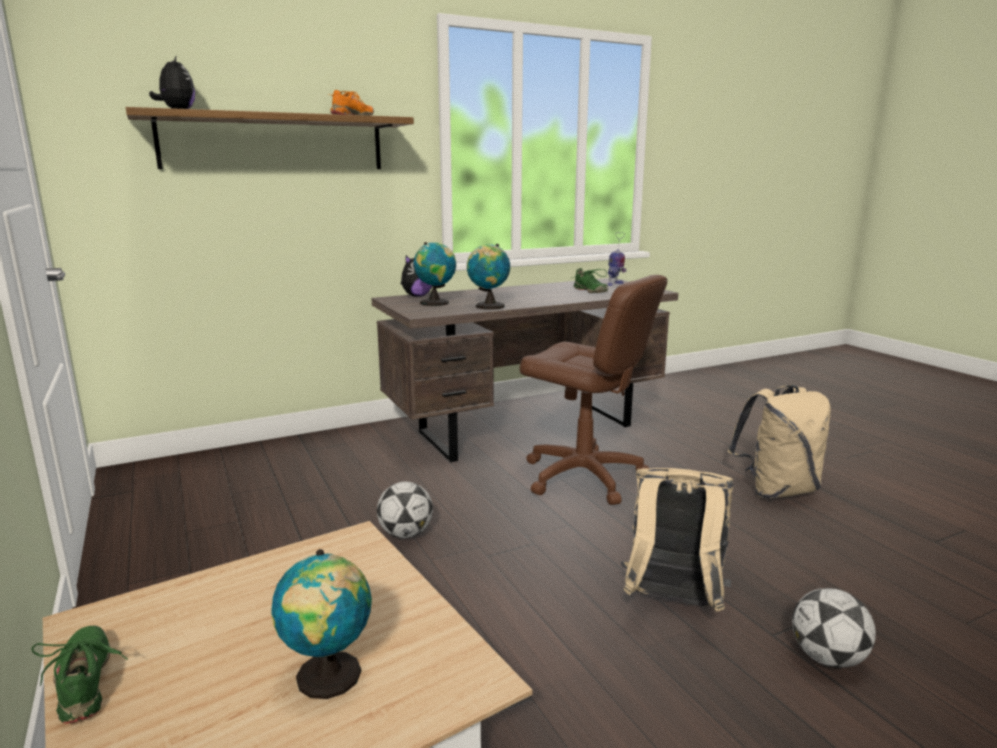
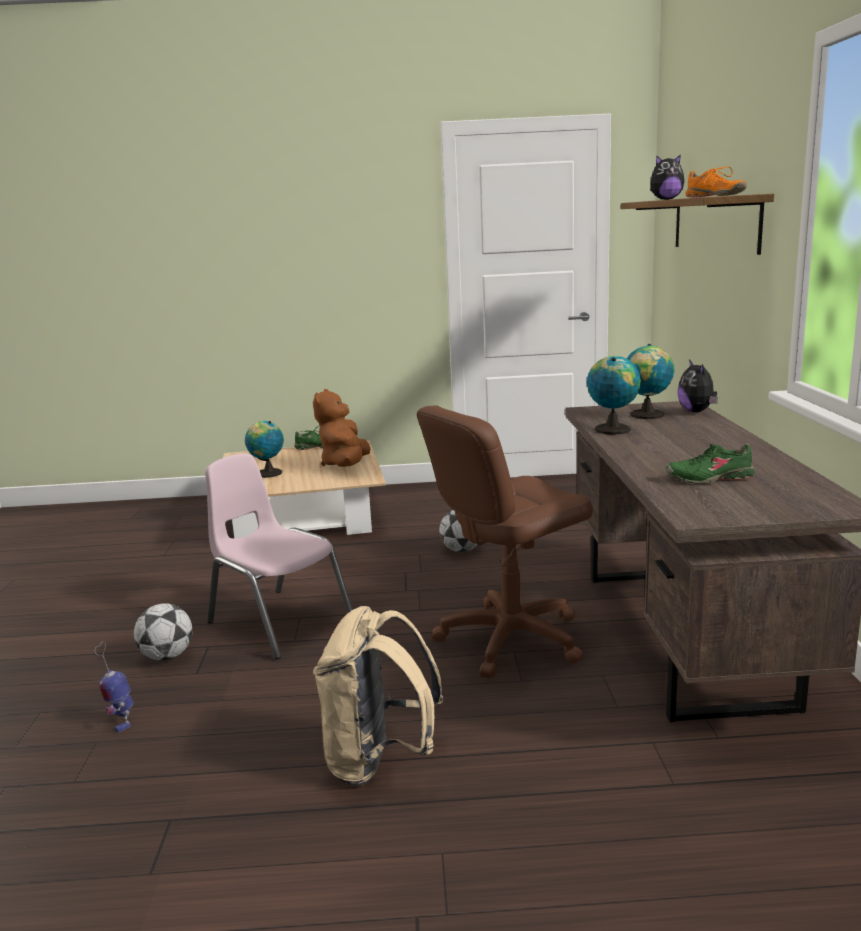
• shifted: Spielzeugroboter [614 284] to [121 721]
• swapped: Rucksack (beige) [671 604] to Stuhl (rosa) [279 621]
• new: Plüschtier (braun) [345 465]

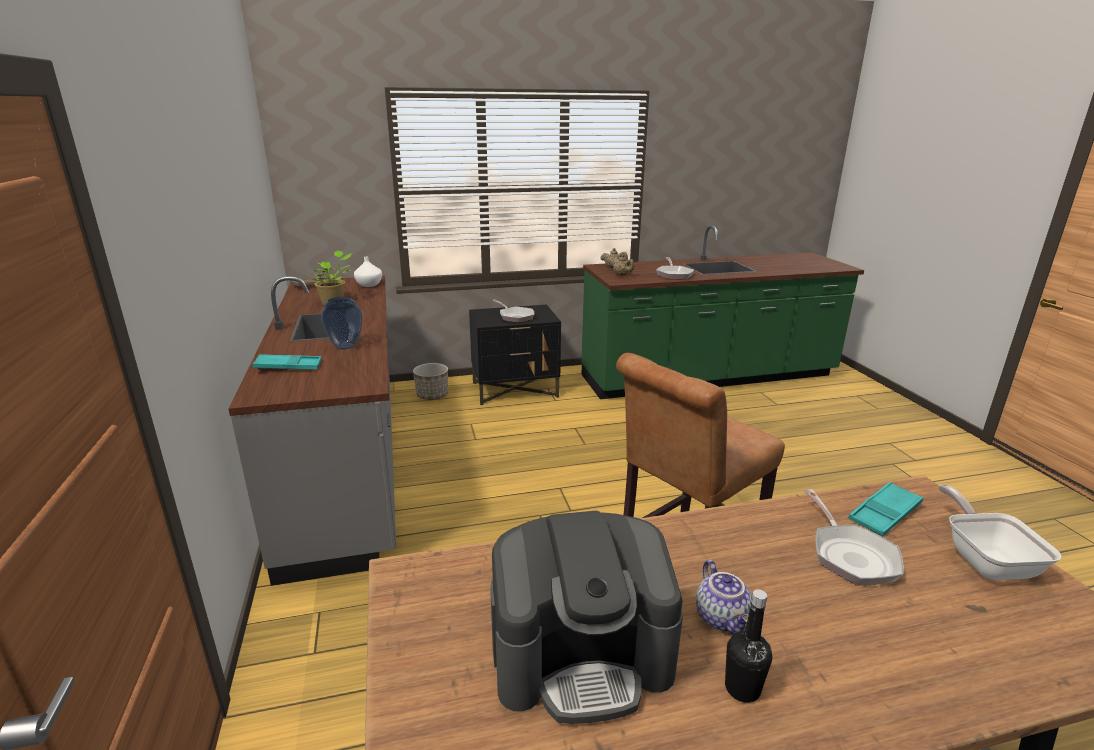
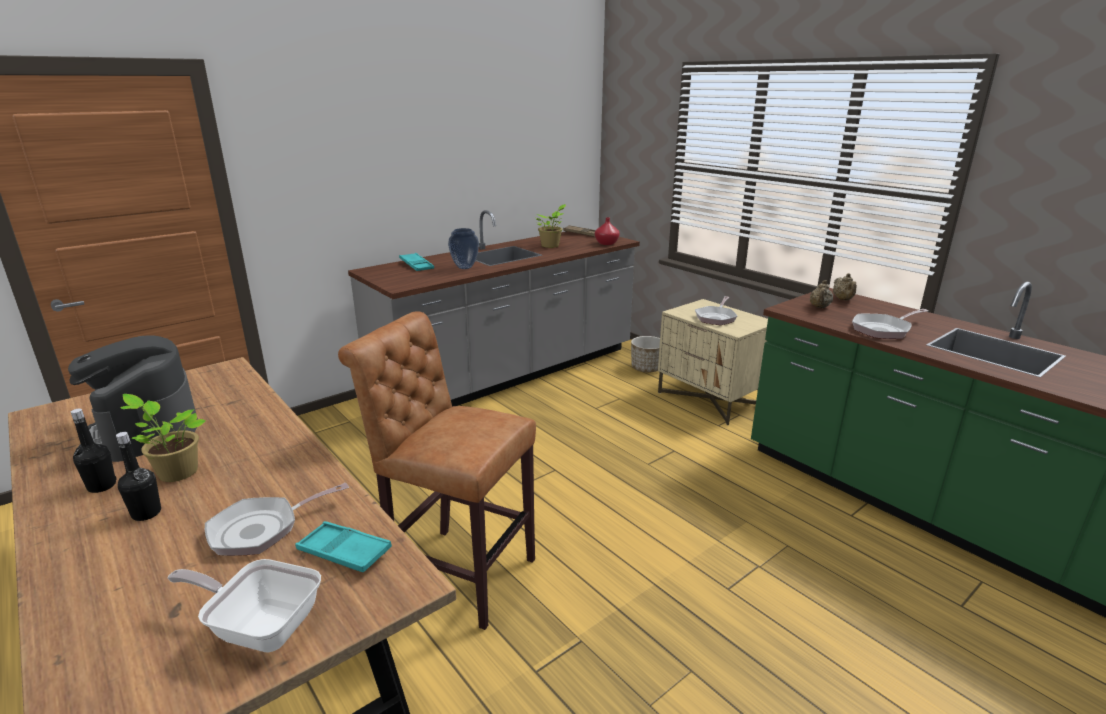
• new: Flasche (schwarz) [146 513]
• swapped: Teekanne [723 618] to Topfpflanze [175 472]
• rotated: Pfanne [985 560] = [260 626] 135 degrees counterclockwise
• repainted: Vase (weiß) [368 285] to Vase (rot) [606 243]
• repainted: Nachttisch (schwarz) [515 390] to Nachttisch (beige) [710 399]

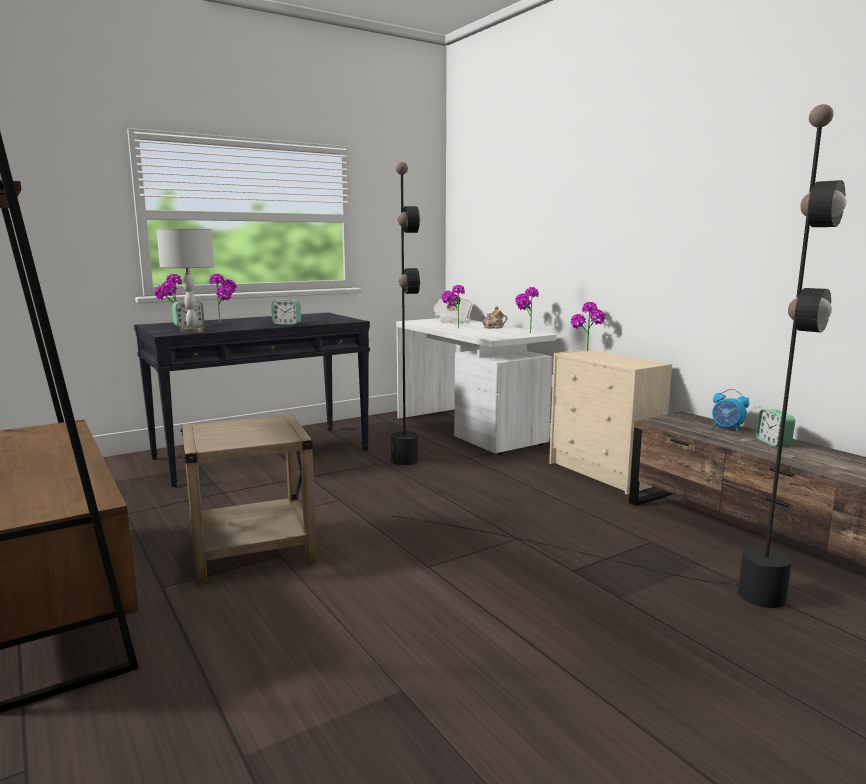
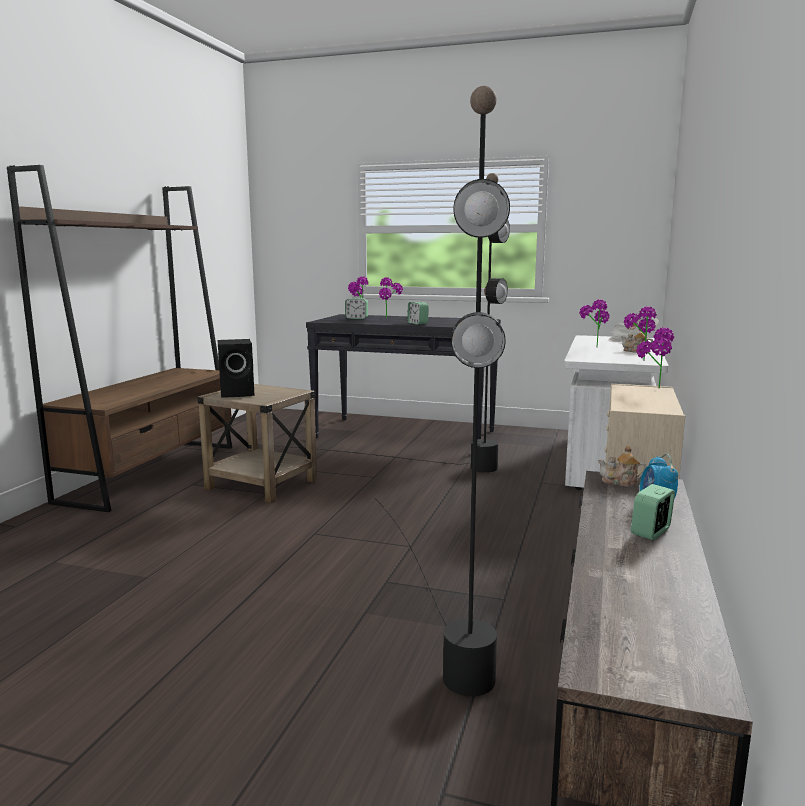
• new: Lautsprecher (schwarz) [238 393]
• new: Teekanne [620 482]
• gone: Tischlampe (grau) [192 331]

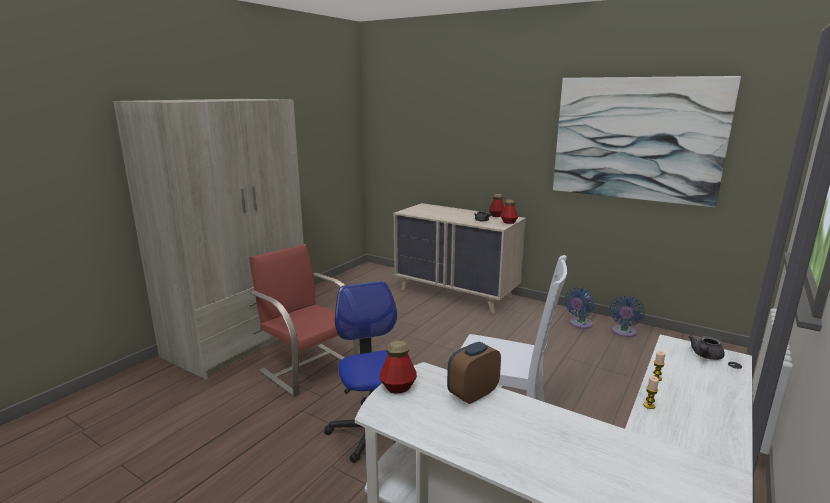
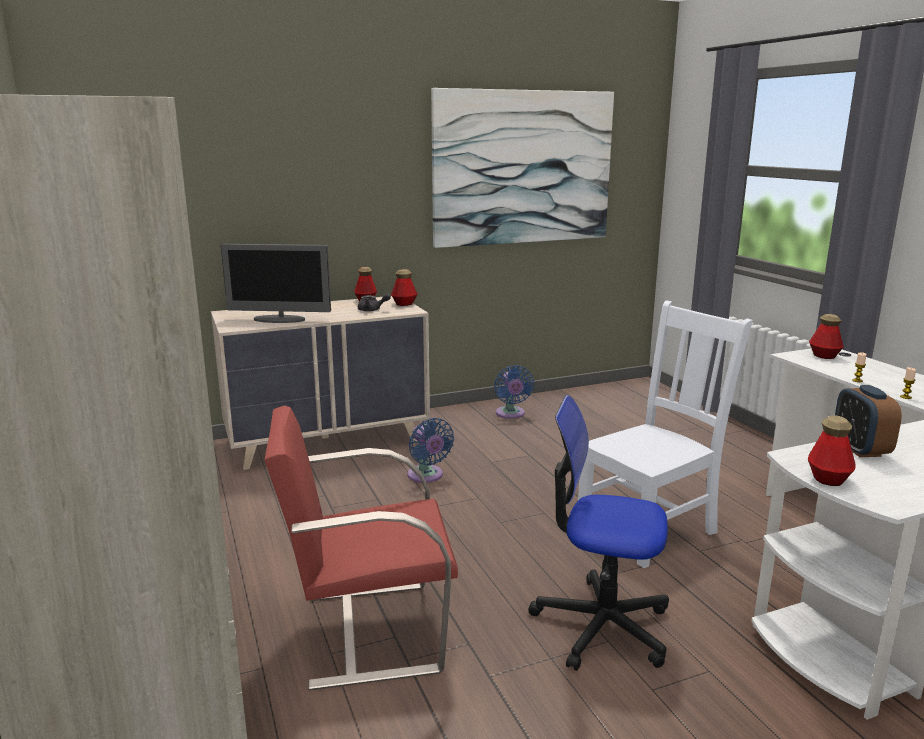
• new: Monitor [280 320]
• shifted: Ventilator (blau) [623 332] to [427 476]
• swapped: Teekanne (grau) [705 356] to Flasche [824 356]

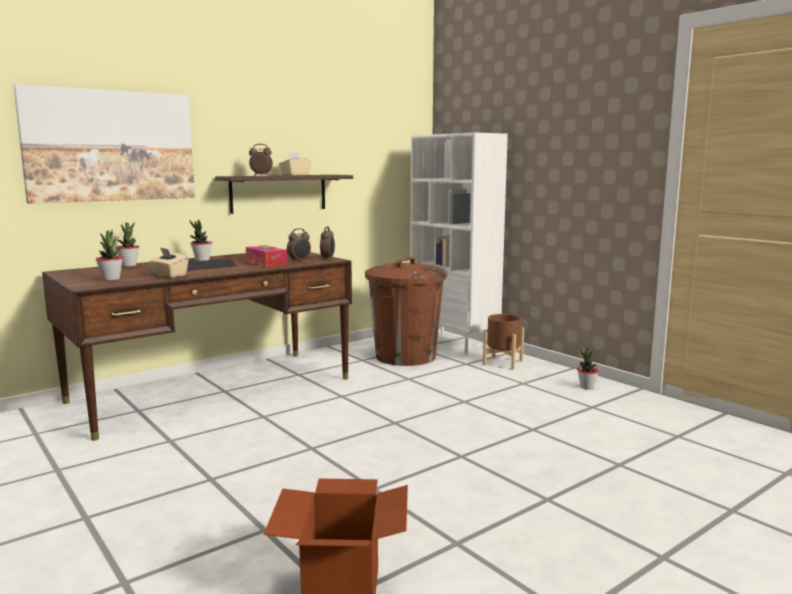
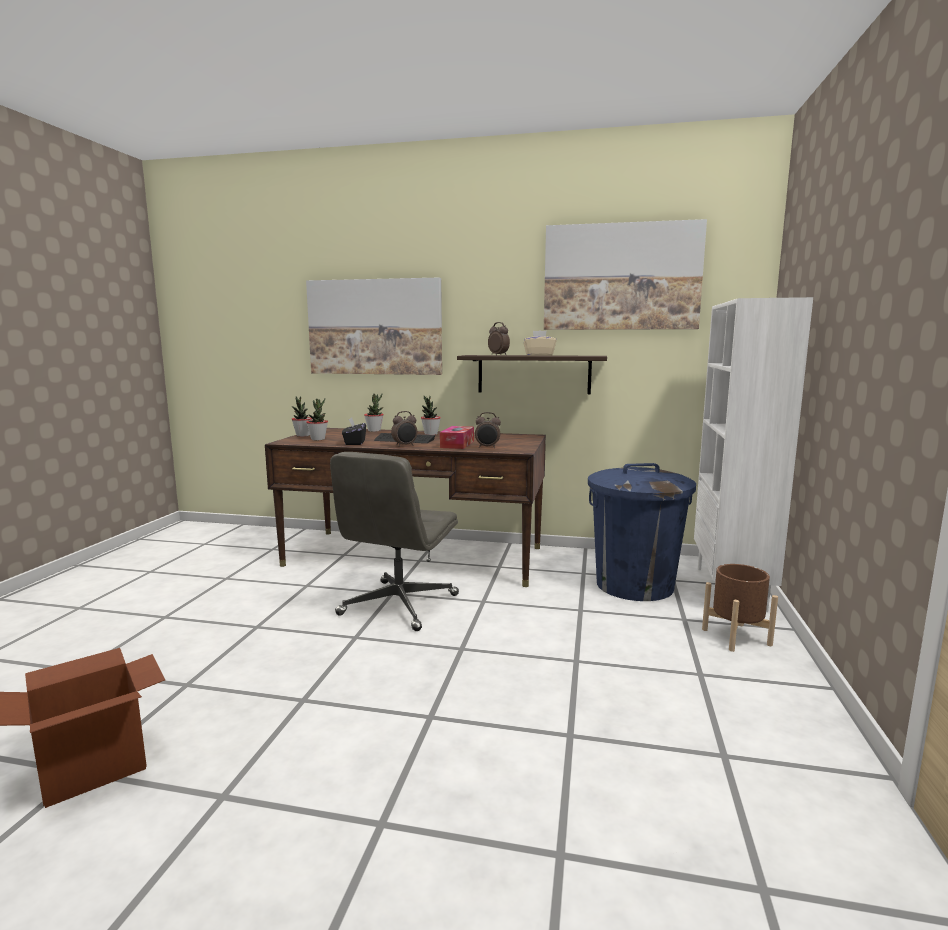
• shifted: Topfpflanze [586 387] to [302 435]
• new: Bürostuhl (grau) [398 605]
• repainted: Taschentuchbox (beige) [169 275] to Taschentuchbox (schwarz) [354 443]
• shifted: Wecker [328 258] to [405 446]
• new: Bild [621 277]
• repainted: Mülleimer (braun) [405 356] to Mülleimer (blau) [634 585]

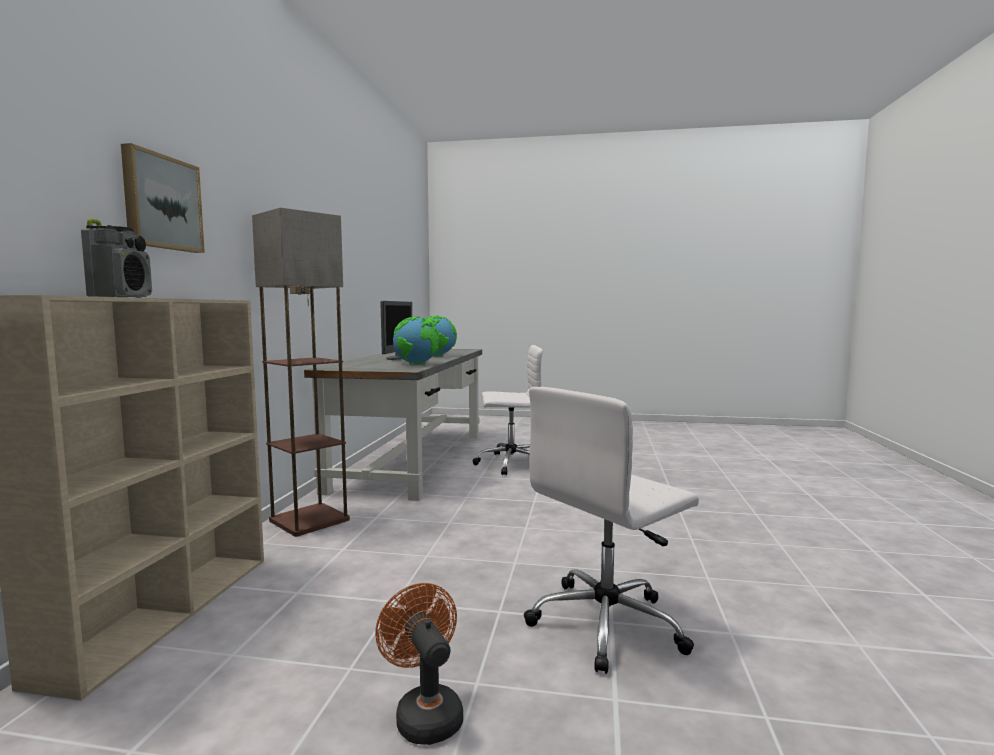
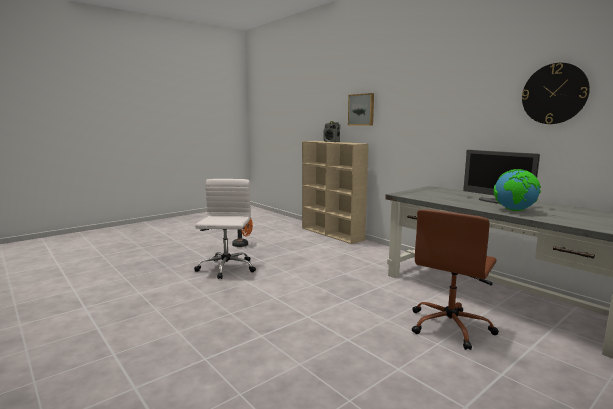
• repainted: Bürostuhl (weiß) [509 463] to Bürostuhl (braun) [450 326]
• new: Wanduhr [554 94]
• gone: Stehlampe [309 520]
• gone: Globus [417 364]

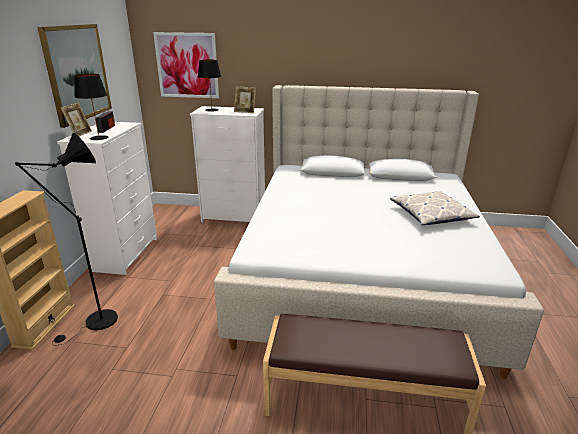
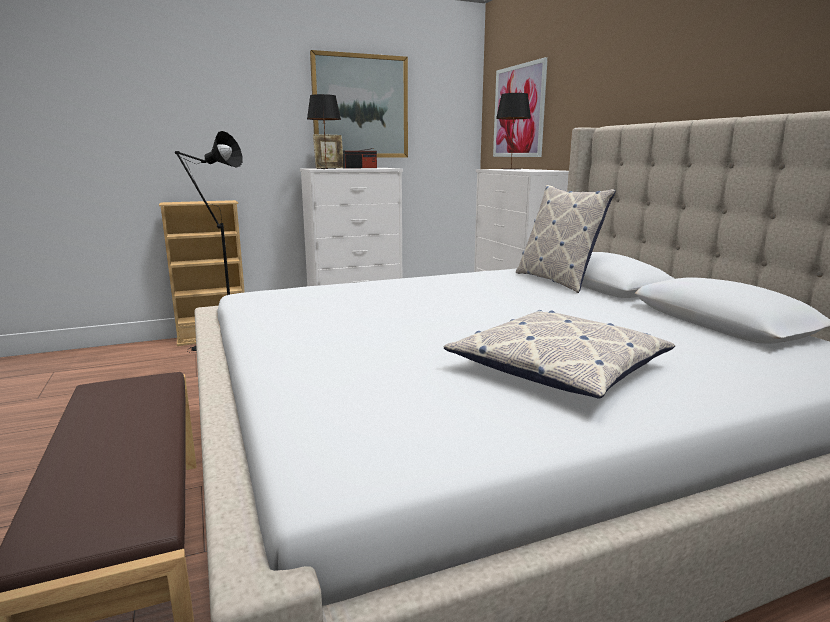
• new: Kissen [557 281]
• gone: Bilderrahmen [245 111]

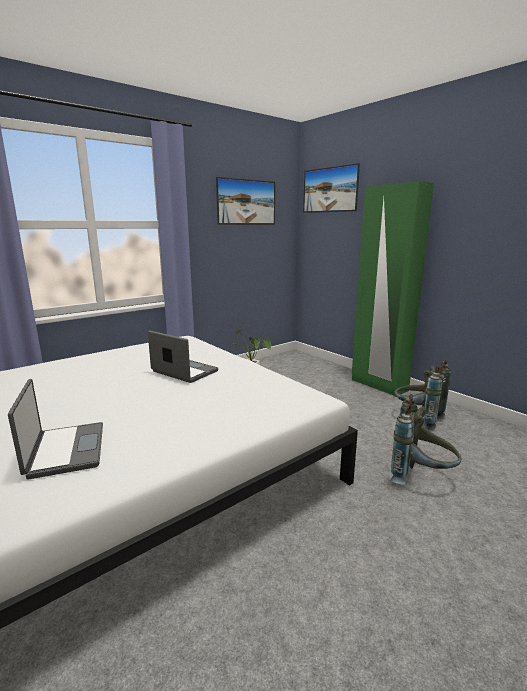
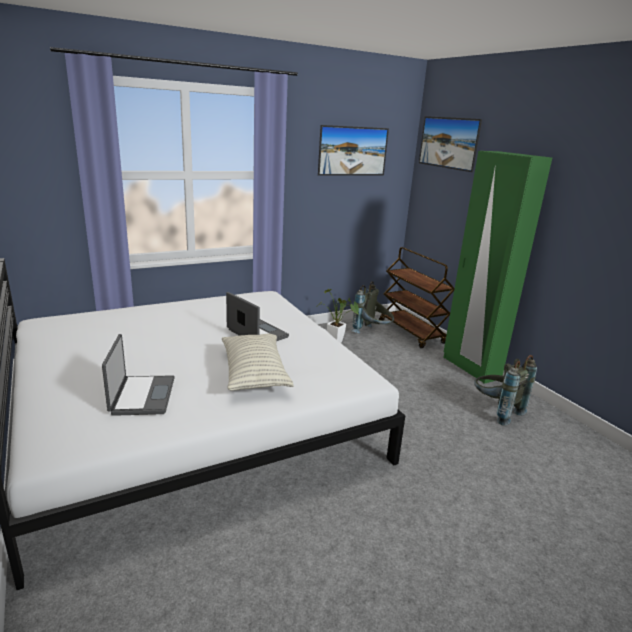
• new: Kissen [254 374]
• shifted: Rucksack (grau) [420 477] to [372 333]
• new: Rollwagen (braun) [411 332]

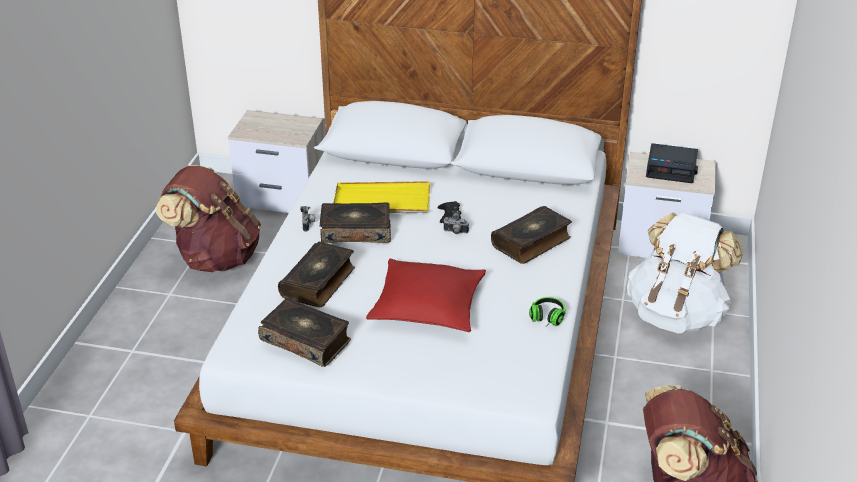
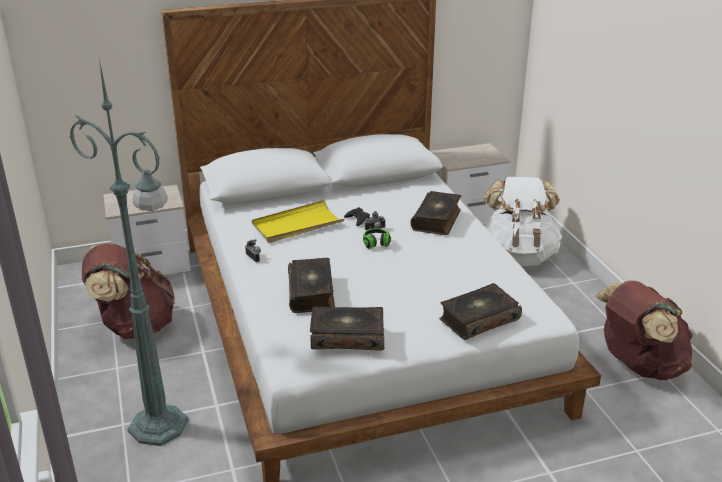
• new: Stehlampe (grün) [160 427]
• shifted: Kopfhörer [546 320] to [377 245]
• shifted: Buch [356 231] to [478 319]
• gone: Kissen (rot) [427 306]
• gone: Wecker [671 169]

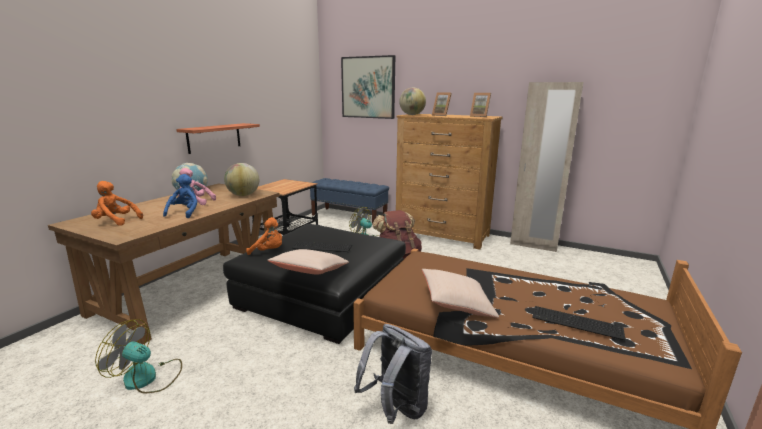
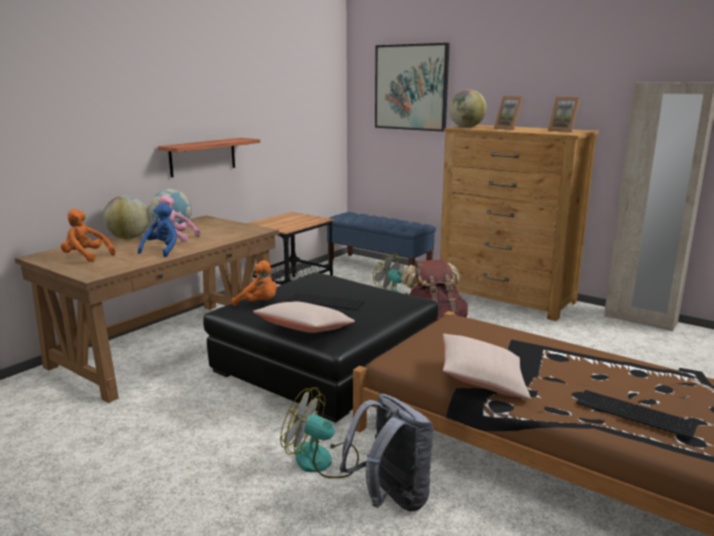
• shifted: Globus [243 195] to [129 238]
• shifted: Ventilator [147 378] to [322 461]

